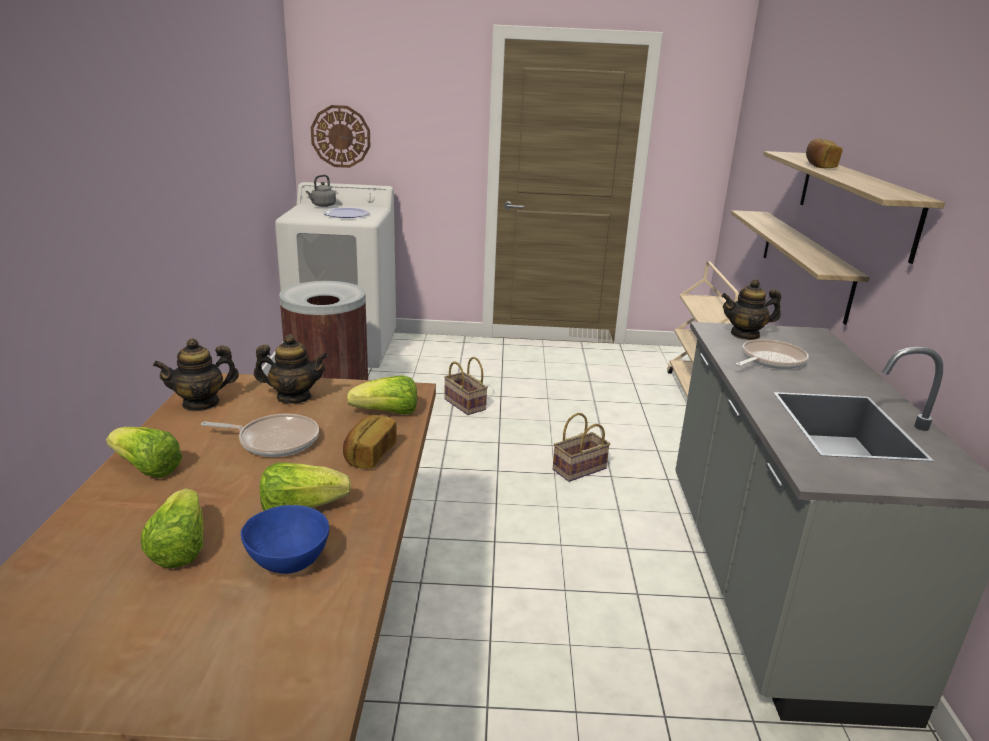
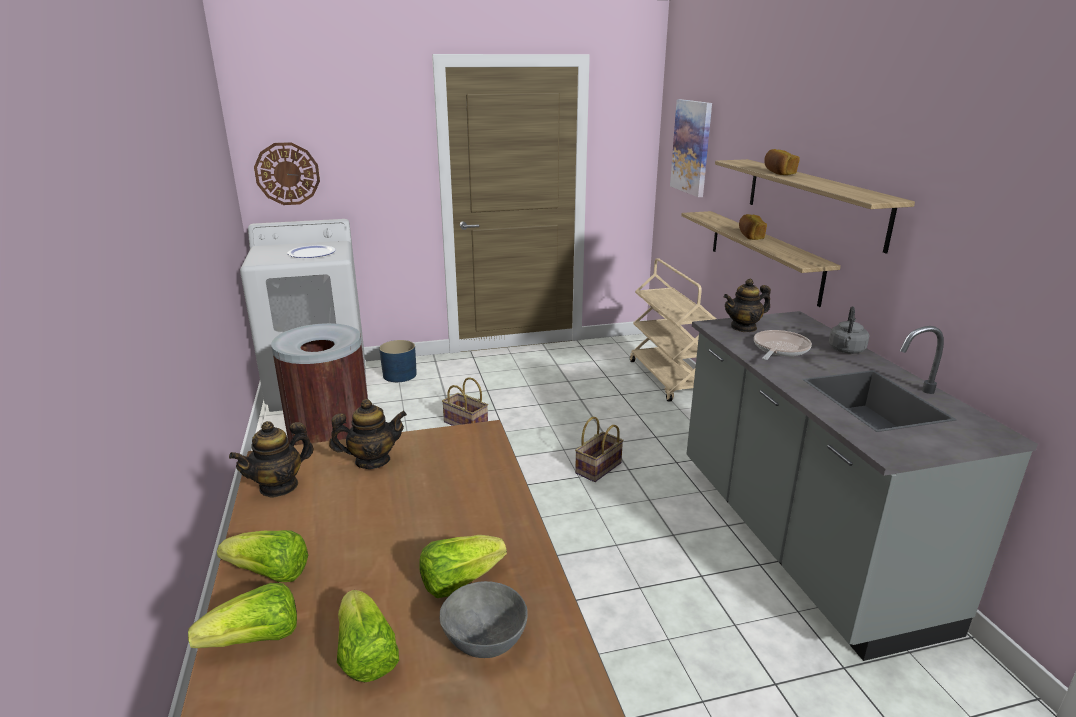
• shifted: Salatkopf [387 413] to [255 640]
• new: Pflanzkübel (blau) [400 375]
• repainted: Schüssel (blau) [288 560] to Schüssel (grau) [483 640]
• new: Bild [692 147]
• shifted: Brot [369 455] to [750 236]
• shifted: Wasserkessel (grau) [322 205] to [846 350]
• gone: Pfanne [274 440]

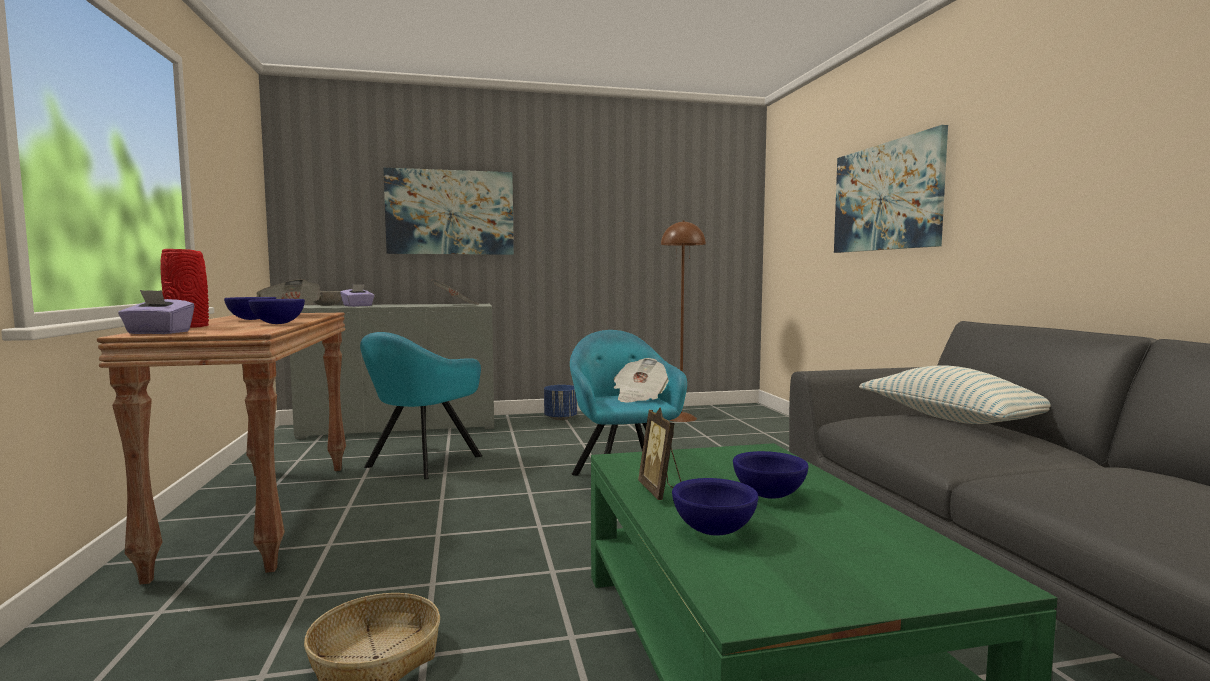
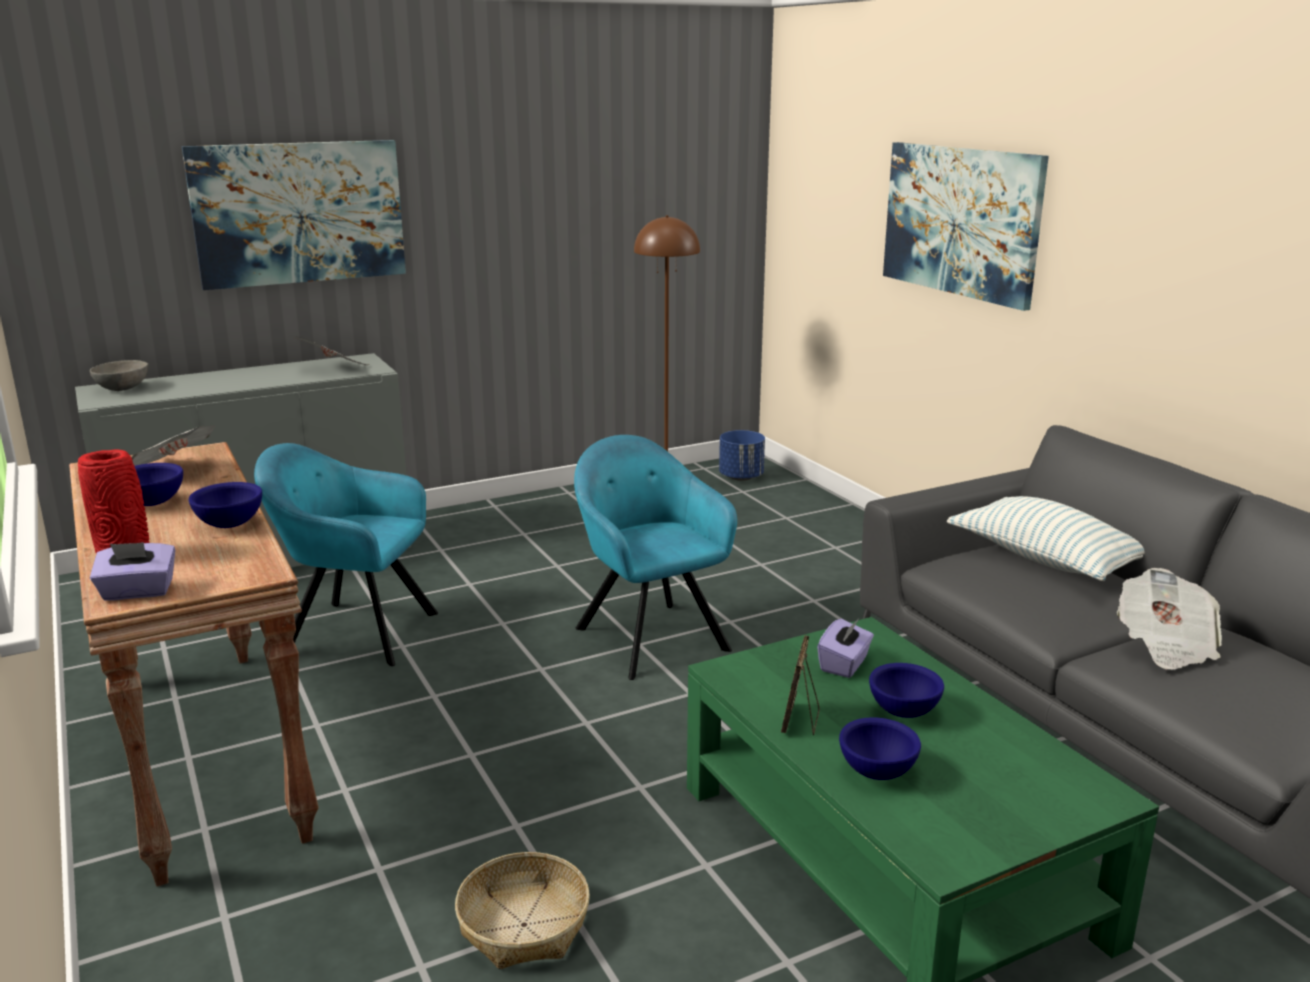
• rotated: Sessel (türkis) [421 463] = [354 631] 90 degrees clockwise
• shifted: Pflanzkübel (blau) [561 418] to [741 477]
• rotated: Bilderrahmen [661 492] = [800 721] 45 degrees clockwise
• shifted: Taschentuchbox (lila) [358 306] to [844 664]
• shifted: Zeitung [640 397] to [1165 644]

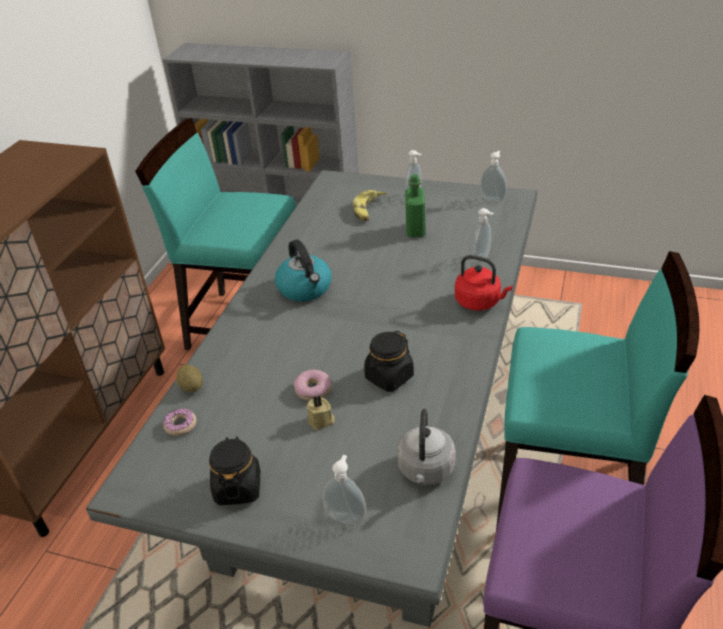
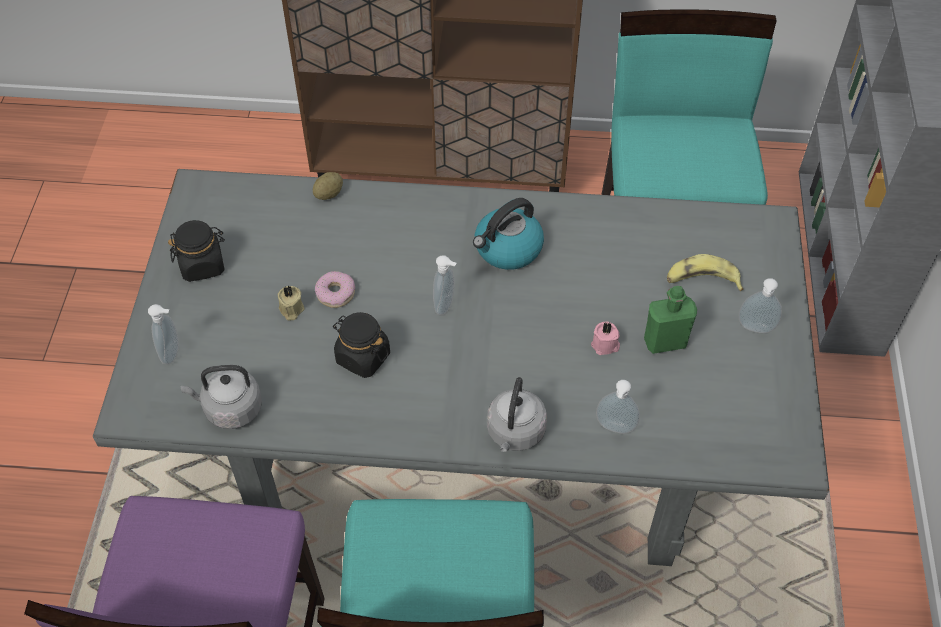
• shifted: Seifenspender [493 198] to [446 305]
• repainted: Wasserkessel (rot) [480 302] to Wasserkessel (grau) [515 433]
• new: Kerze (rosa) [605 345]
• gone: Donut [180 425]

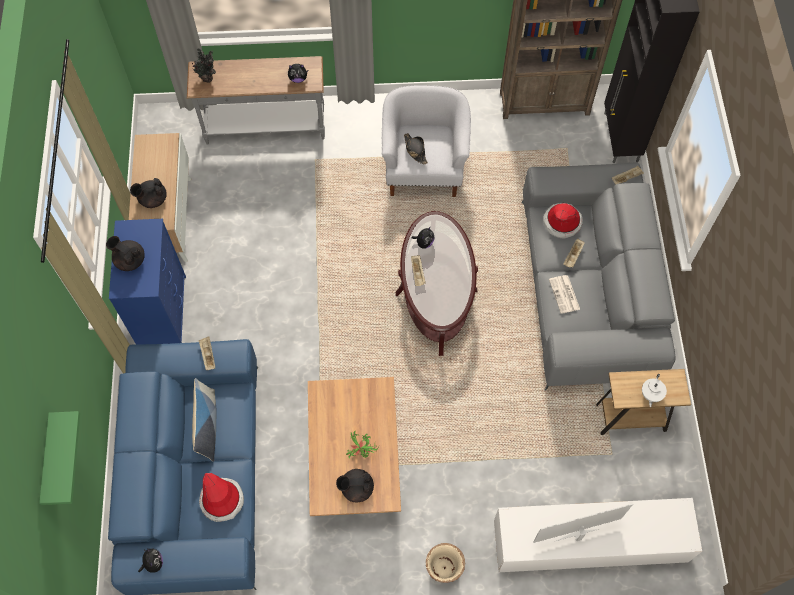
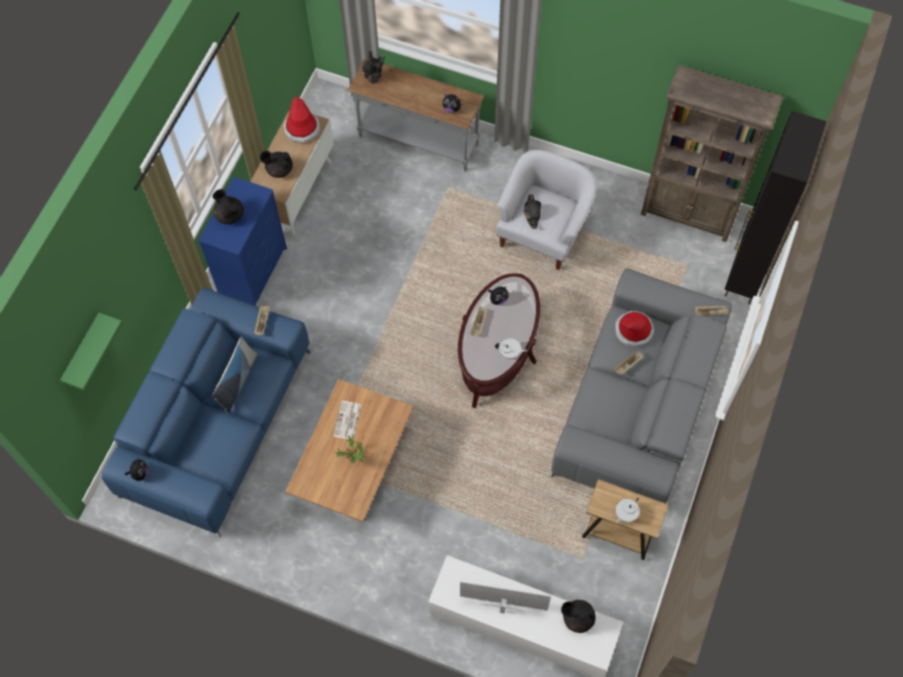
• shifted: Hut [222 500] to [302 129]
• shifted: Zeitung [564 295] to [347 421]
• new: Teekanne (weiß) [510 353]
• shifted: Teekanne (schwarz) [356 488] to [577 618]
• gone: Pflanzkübel (beige) [443 568]

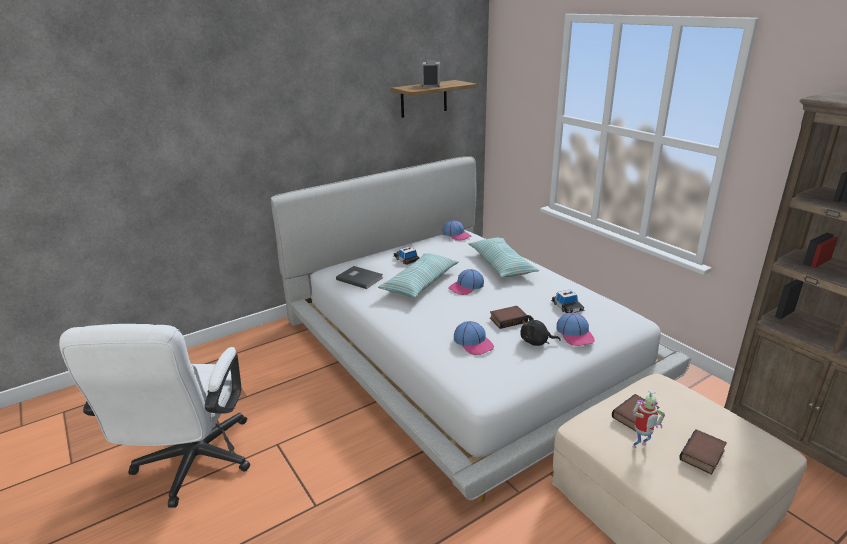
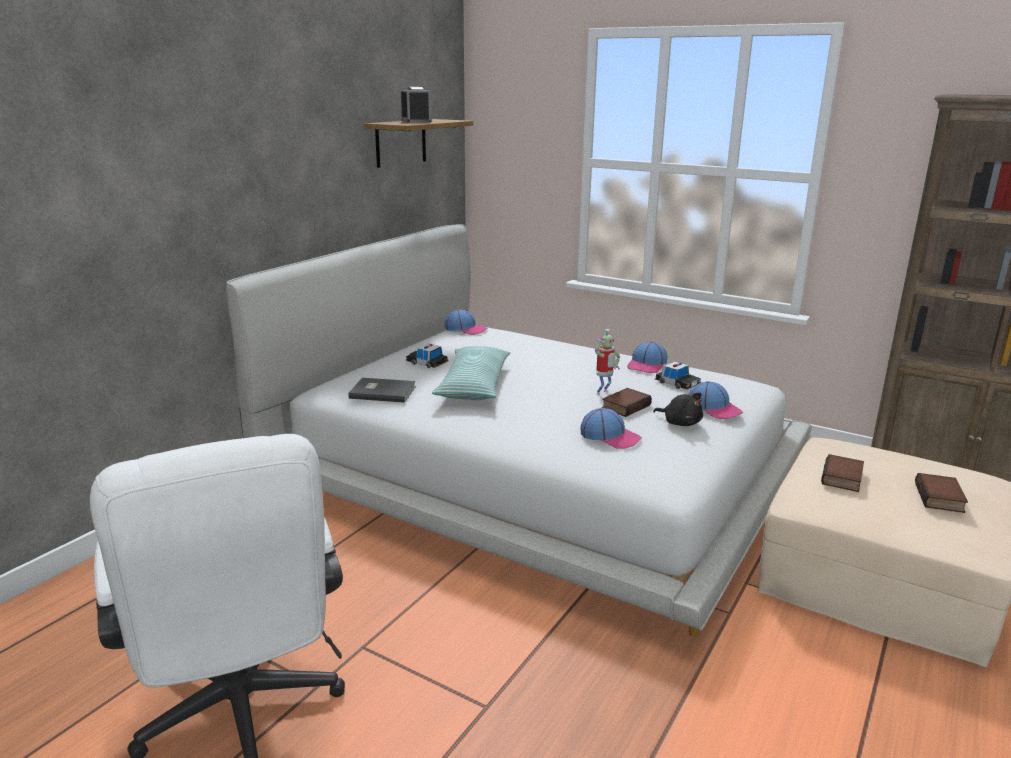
• shifted: Spielzeugroboter [640 447] to [603 393]
• shifted: Kappe [466 287] to [647 365]
• rotated: Plüschtier (schwarz) [536 342] = [680 423] 120 degrees counterclockwise
• gone: Kissen [501 265]

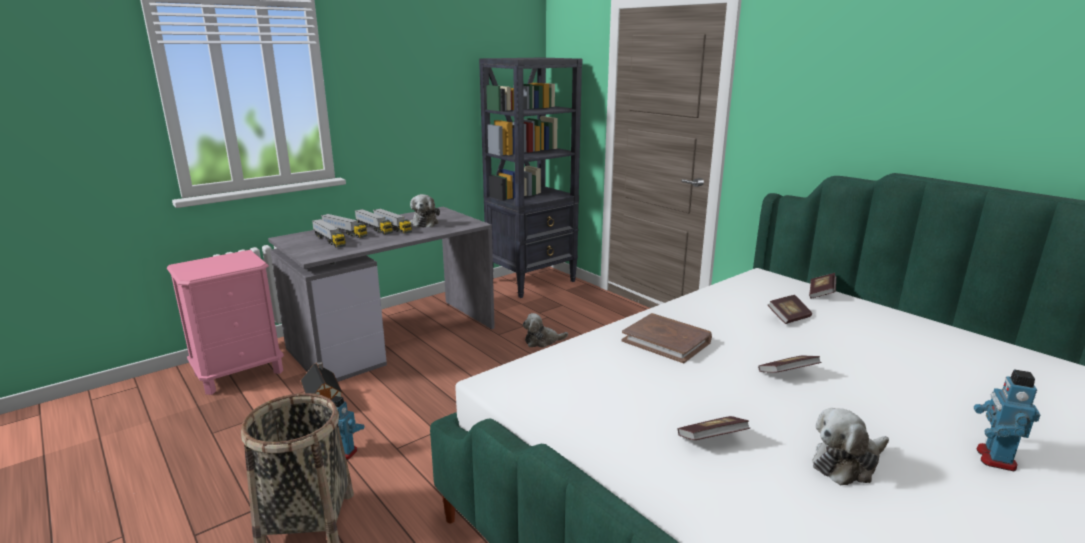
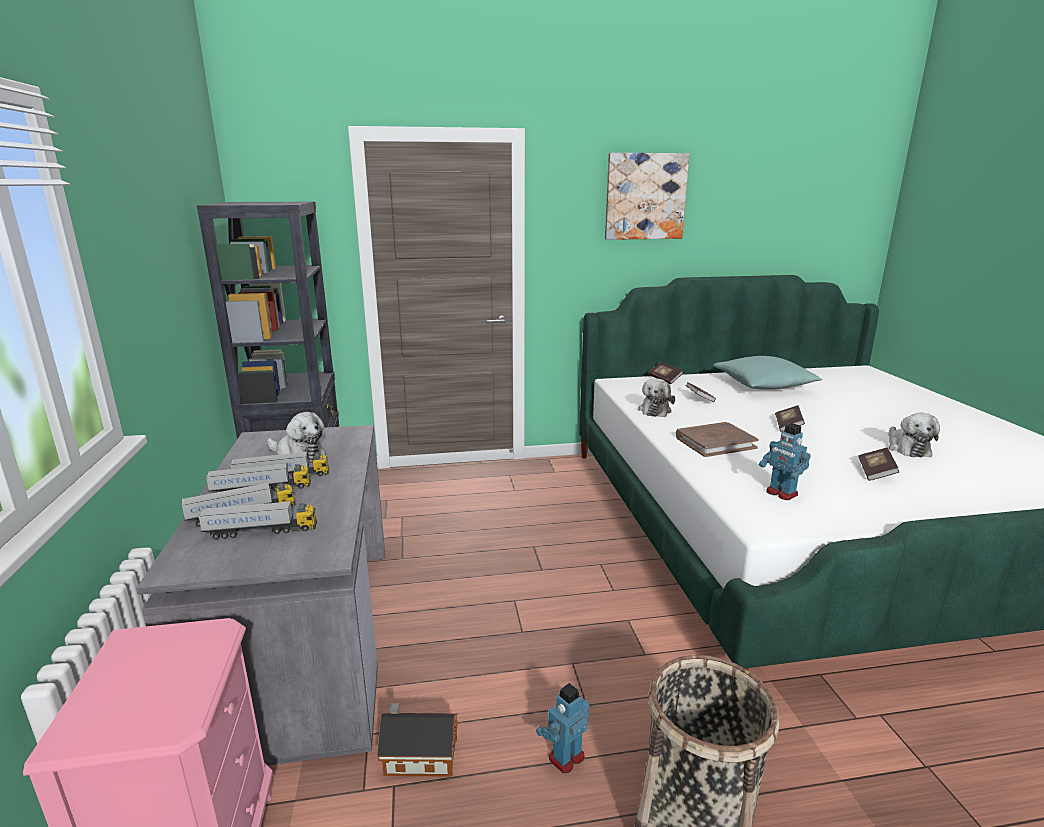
• new: Bild [645 196]
• shifted: Plüschtier [542 341] to [655 410]
• new: Kissen (türkis) [763 386]
• shifted: Spielzeugroboter [994 458] to [781 493]

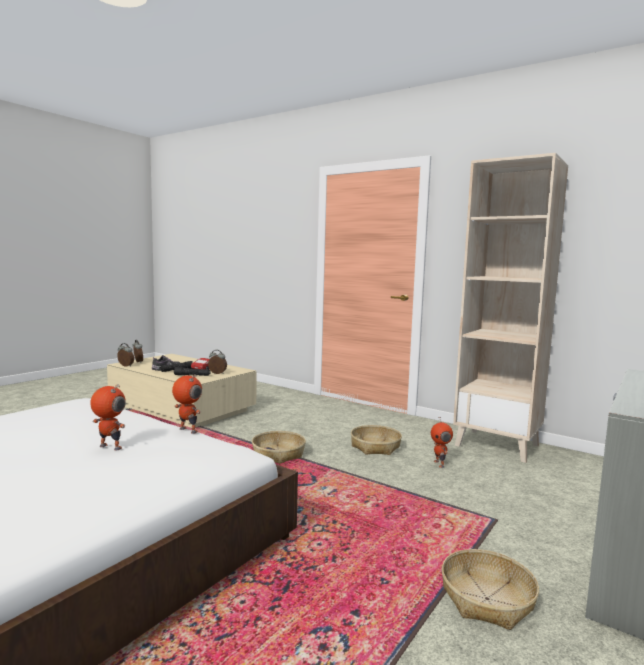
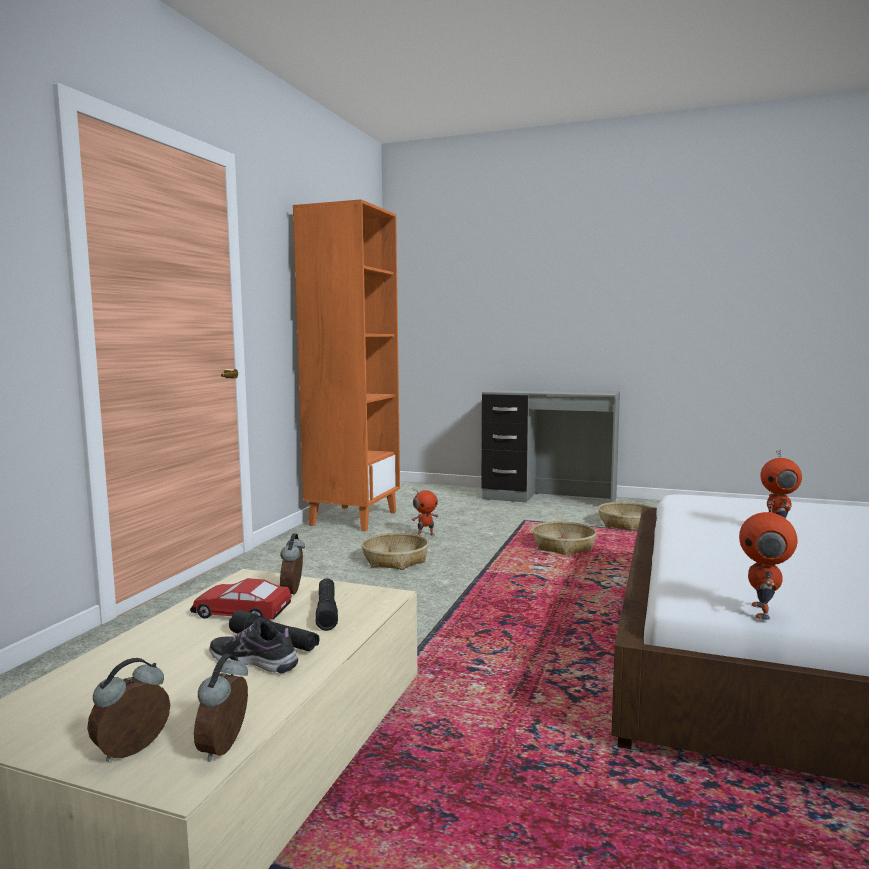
• repainted: Bücherregal (beige) [498 445] to Bücherregal (orange) [353 518]
• shifted: Korb [278 454] to [563 546]
• shifted: Spielzeugroboter [187 430] to [763 612]

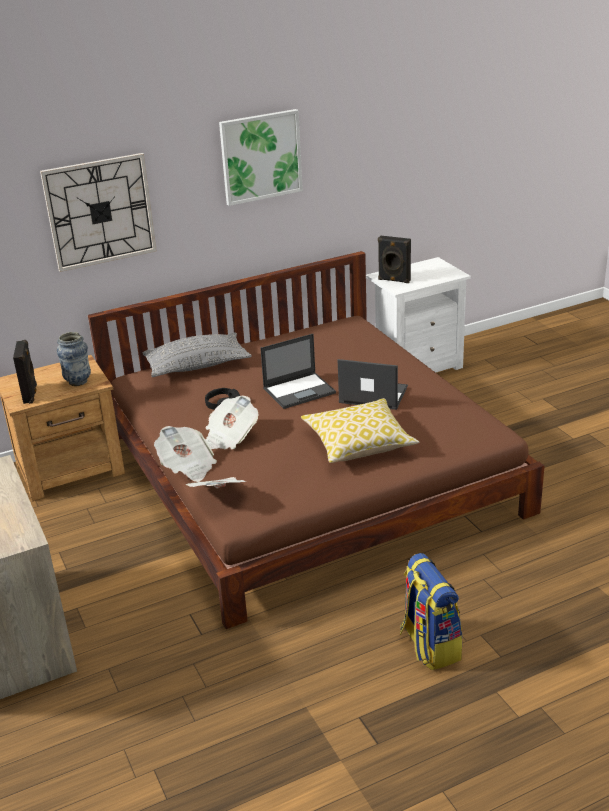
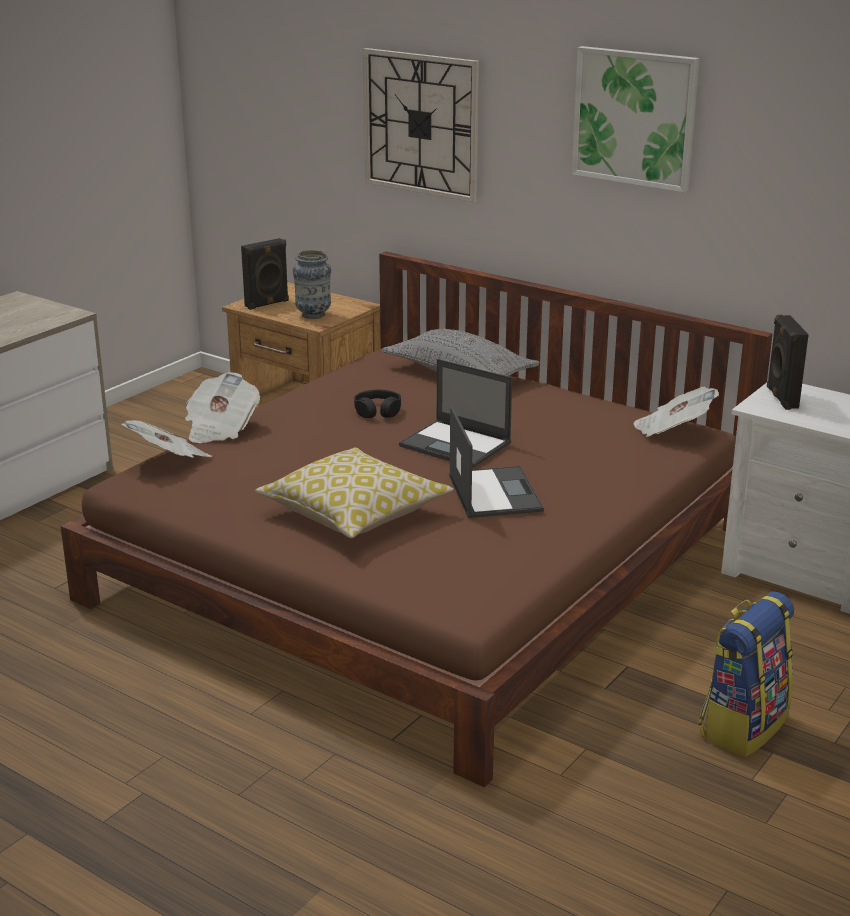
• shifted: Zeitung [230 437] to [672 431]
• shifted: Rucksack [429 645] to [742 725]

